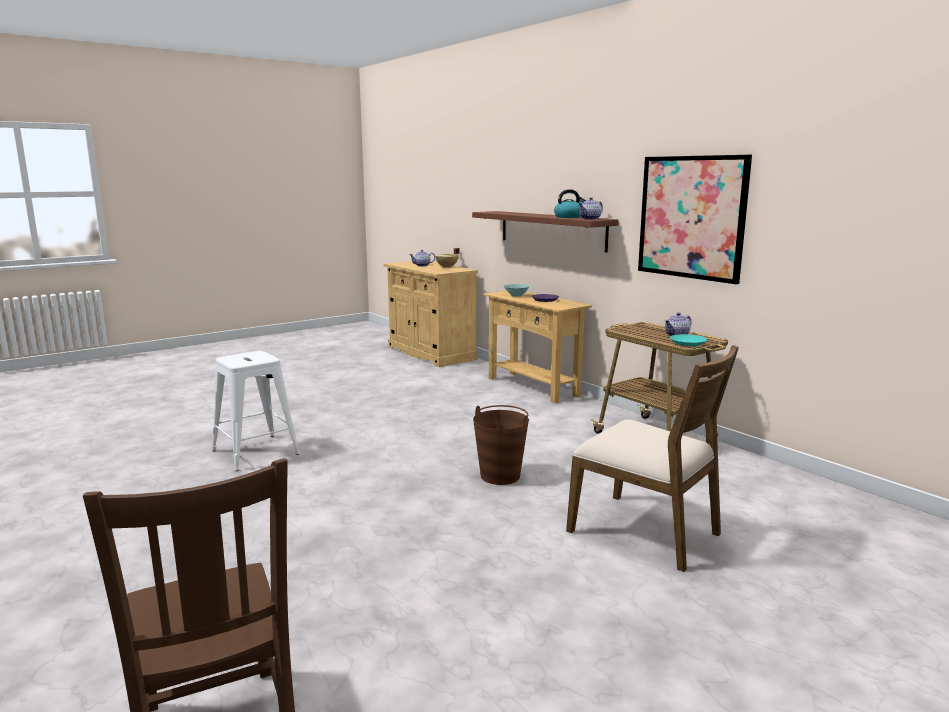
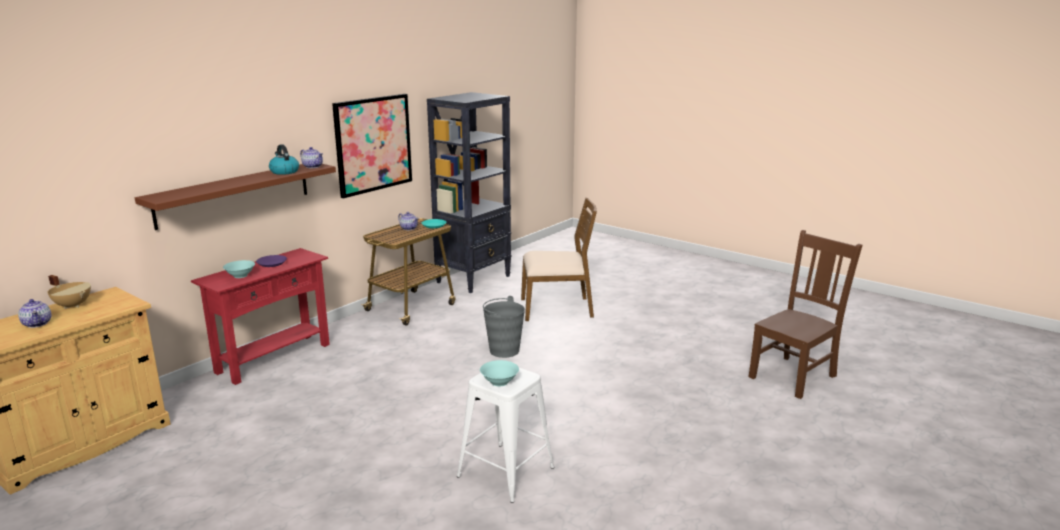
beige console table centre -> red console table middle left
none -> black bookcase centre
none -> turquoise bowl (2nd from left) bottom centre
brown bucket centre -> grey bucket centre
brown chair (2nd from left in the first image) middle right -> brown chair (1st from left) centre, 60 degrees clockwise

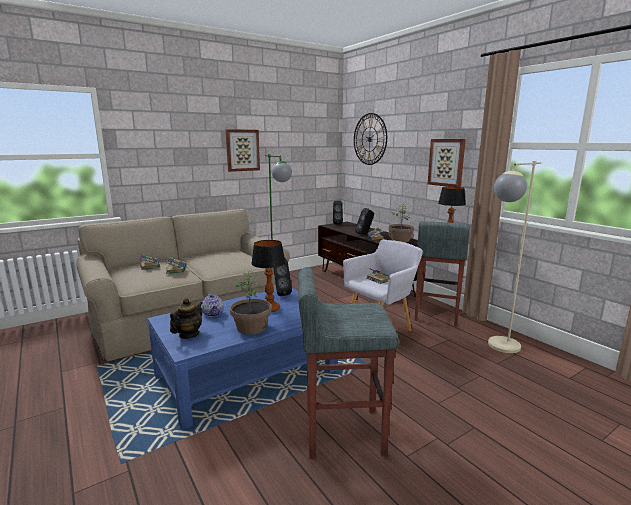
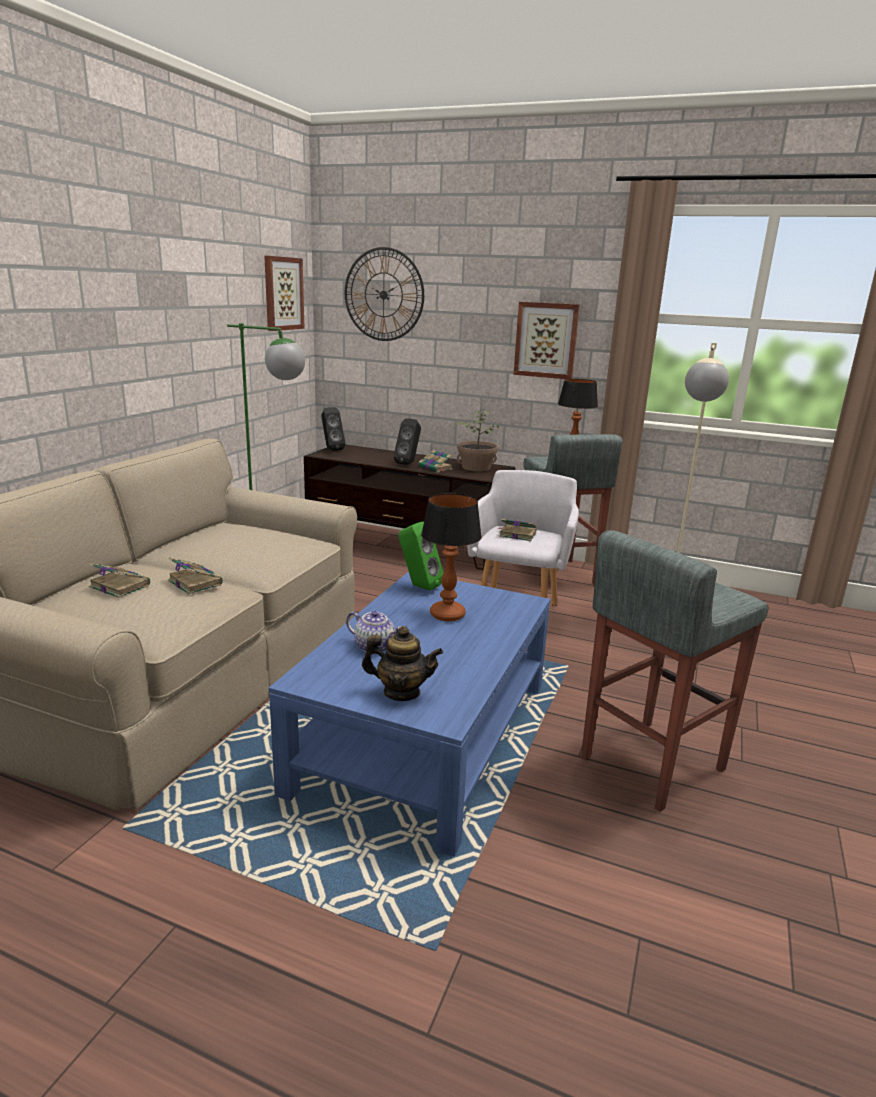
picture (1st from left) top centre -> picture (1st from left) top left, moved
teapot (1st from left in the first image) middle left -> teapot (2nd from left) centre, 105 degrees clockwise
black speaker (1st from left) centre -> green speaker centre
potted plant (1st from left) centre -> none

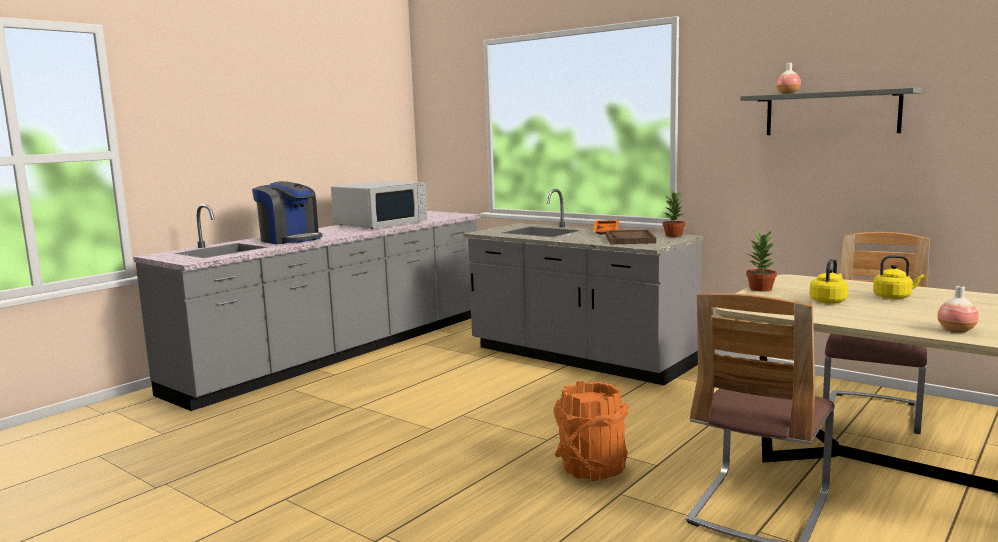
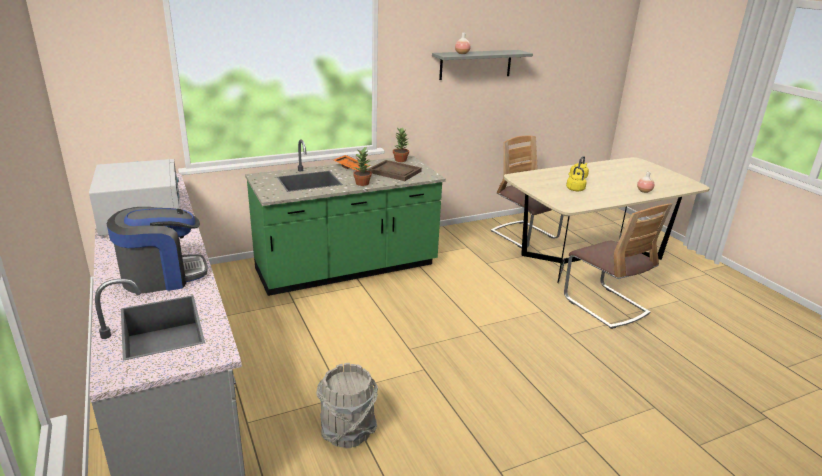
grey counter (2nd from left) centre -> green counter centre
none -> grey bucket bottom centre
potted plant (2nd from left in the first image) middle right -> potted plant (1st from left) centre, moved
orange bucket bottom centre -> none

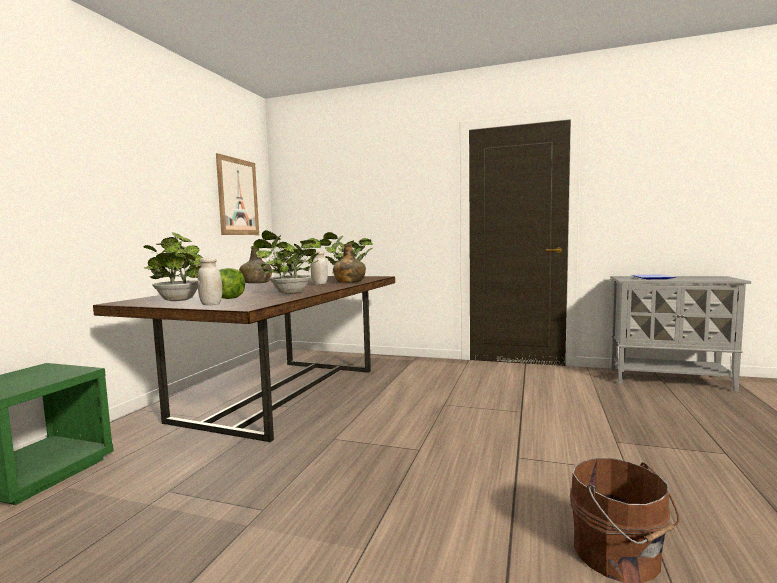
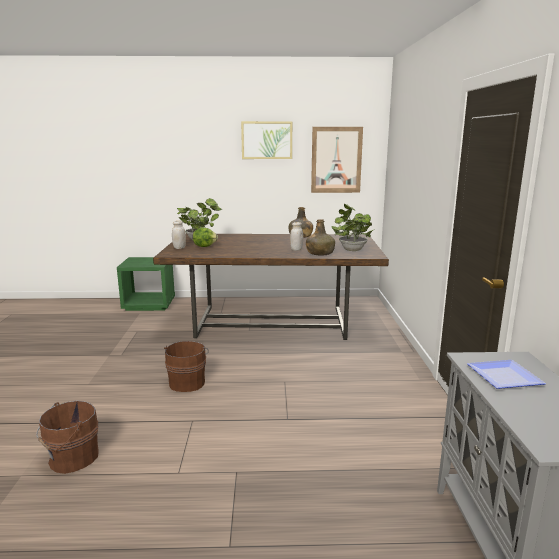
none -> brown bucket (2nd from left) middle left
none -> picture (1st from left) top centre
potted plant (2nd from left) centre -> none

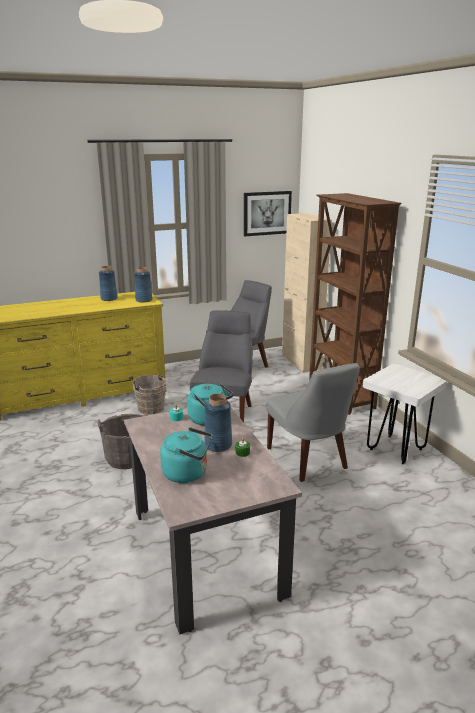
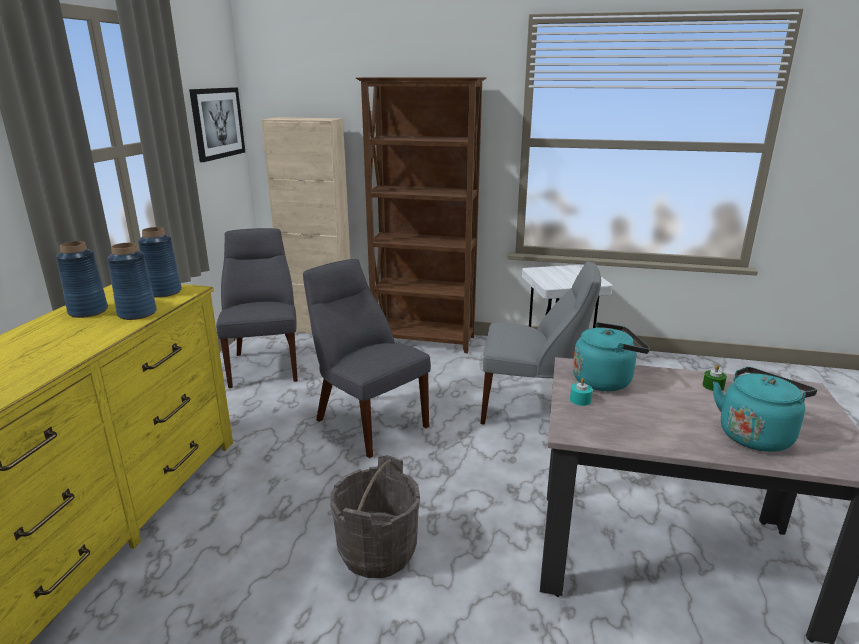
blue vase (3rd from left in the first image) centre -> blue vase (2nd from left) middle left, moved
brown bucket middle left -> none

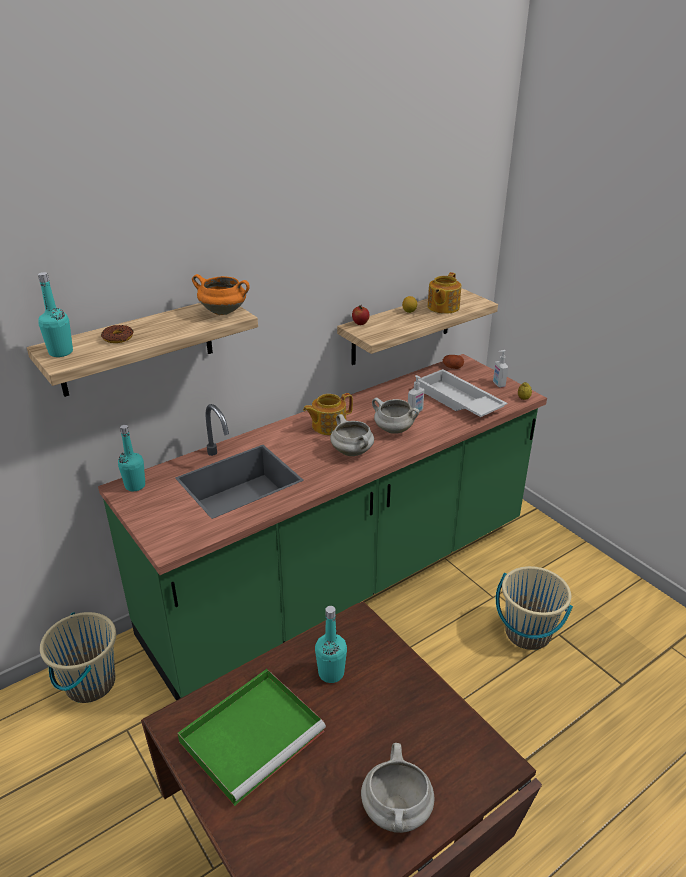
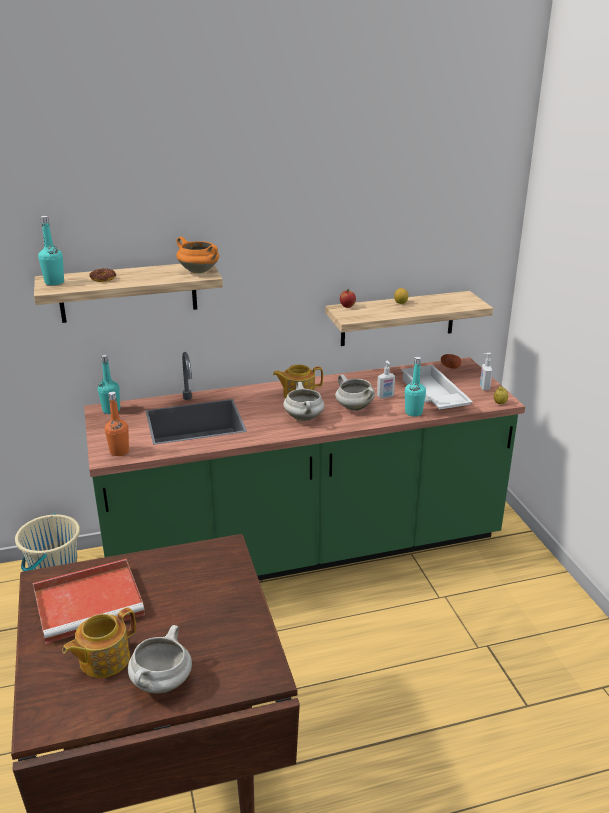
green tray bottom centre -> red tray bottom left
teapot (2nd from left in the first image) centre -> teapot (1st from left) bottom left, moved
none -> orange bottle middle left
turquoise bottle (3rd from left) bottom centre -> turquoise bottle (3rd from left) middle right, moved
beige bucket (2nd from left) bottom right -> none

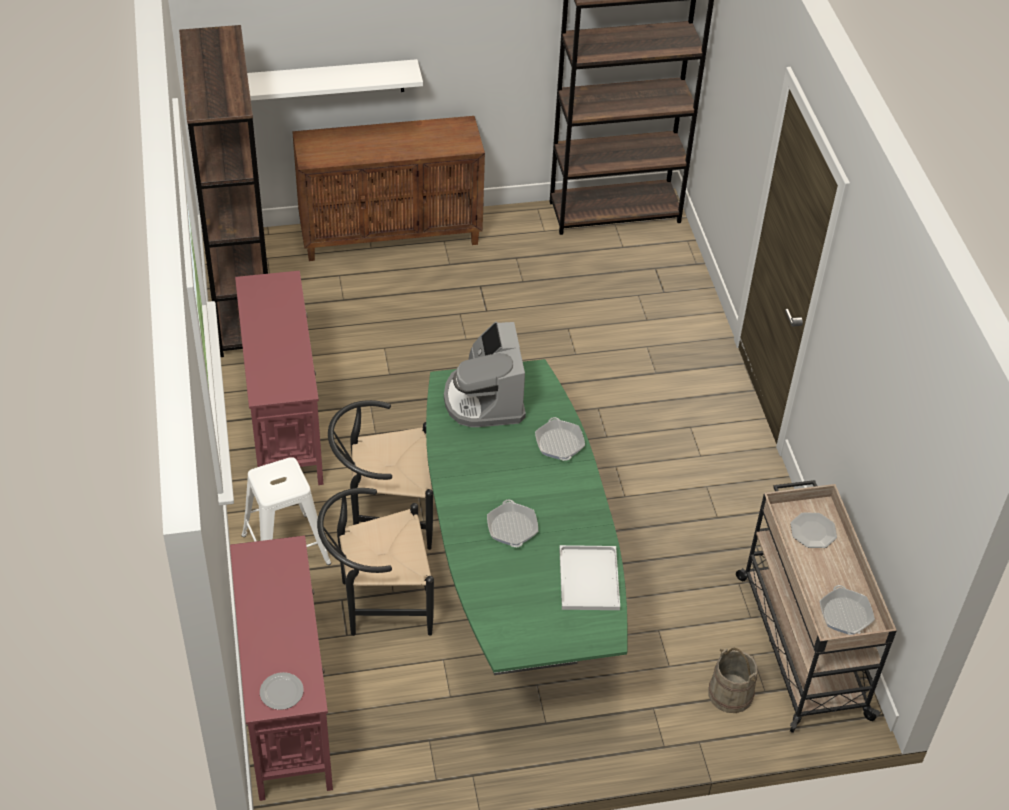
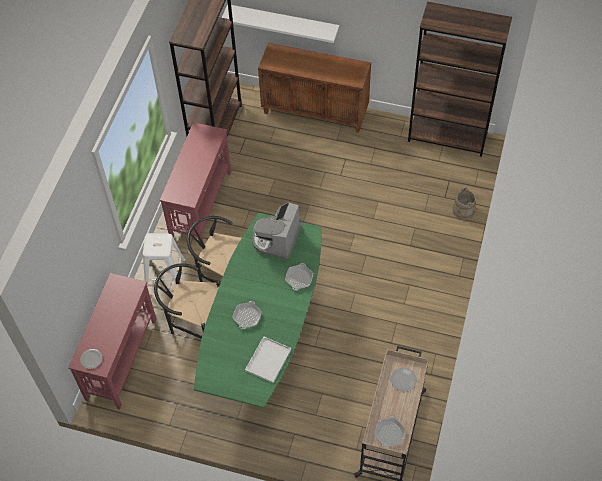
beige bucket bottom right -> beige bucket middle right, moved

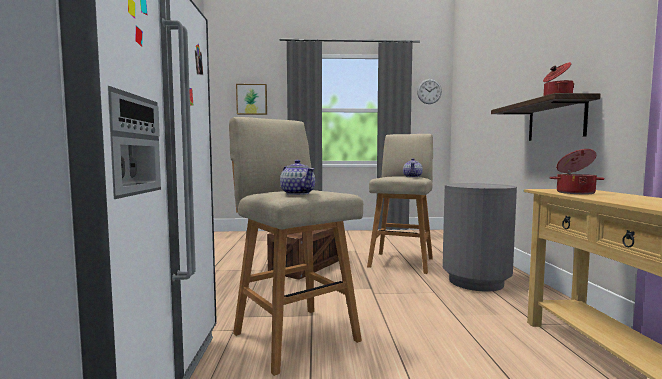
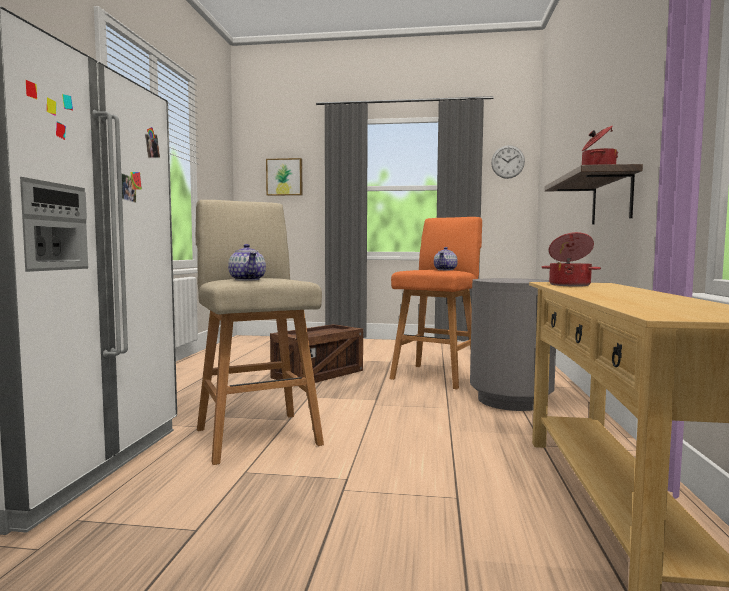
beige stool (2nd from left) centre -> orange stool centre

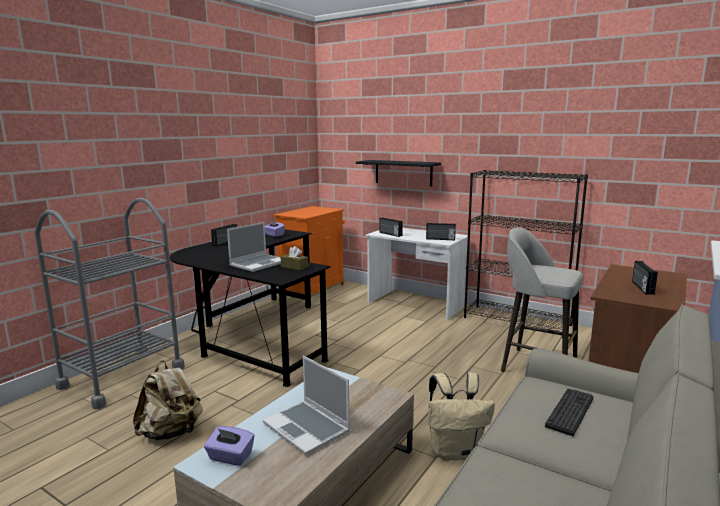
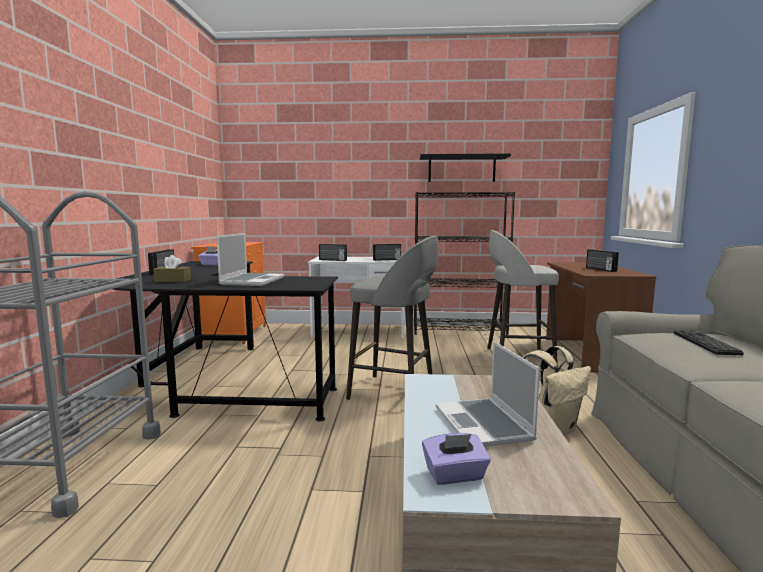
brown tissue box centre -> brown tissue box middle left, moved
none -> grey stool (1st from left) centre
black shelf centre -> black shelf top centre, moved
laptop (2nd from left) bottom centre, 60 degrees clockwise
beige backpack (1st from left) bottom left -> none

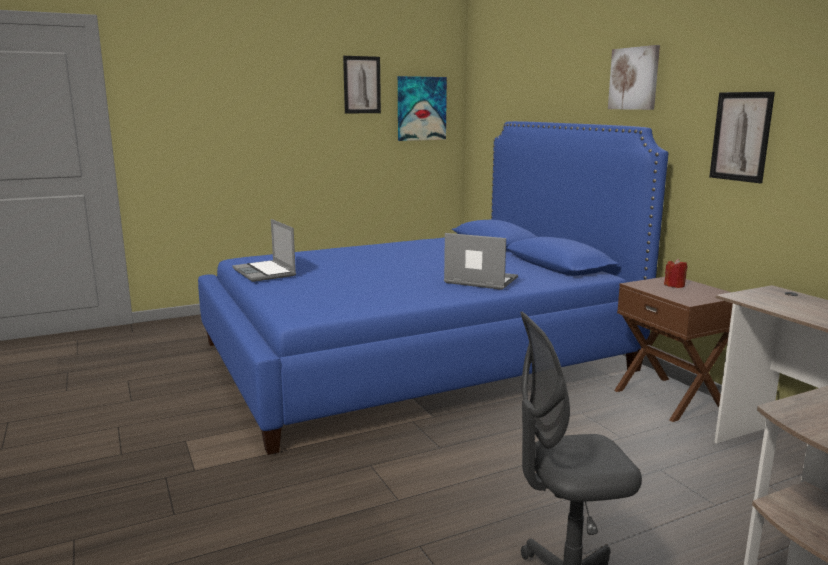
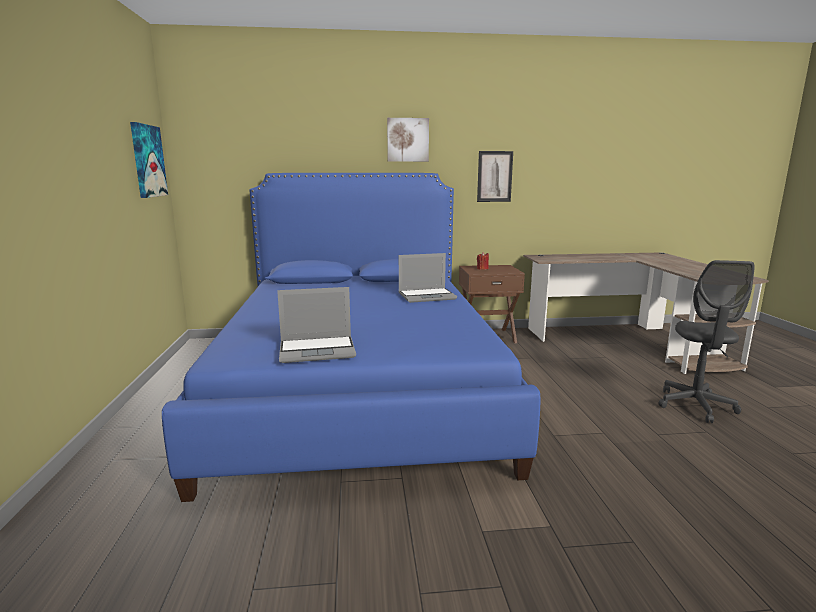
laptop (2nd from left) centre, 150 degrees counterclockwise
picture (1st from left) top centre -> none

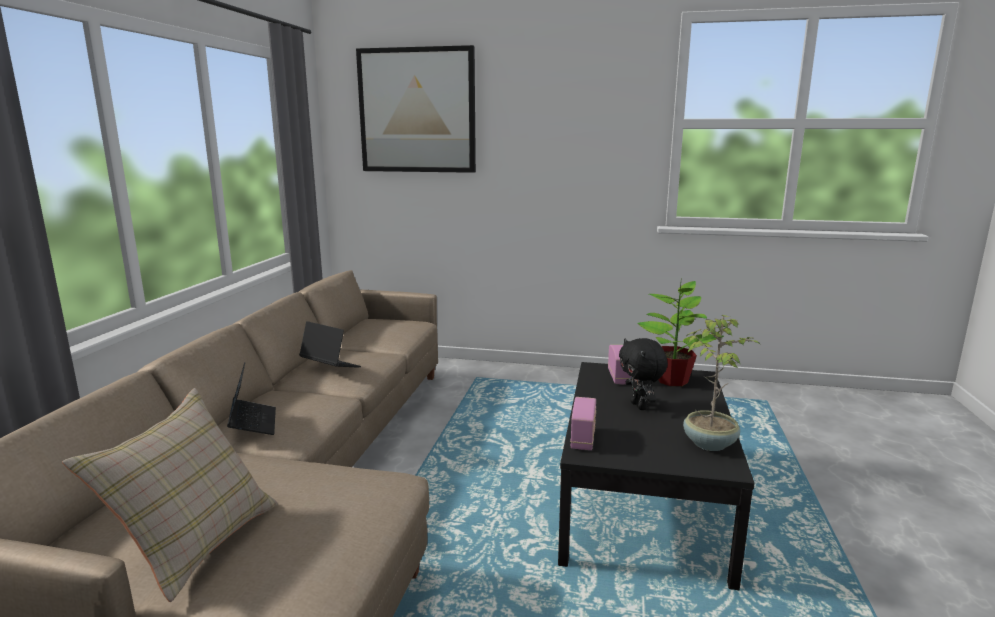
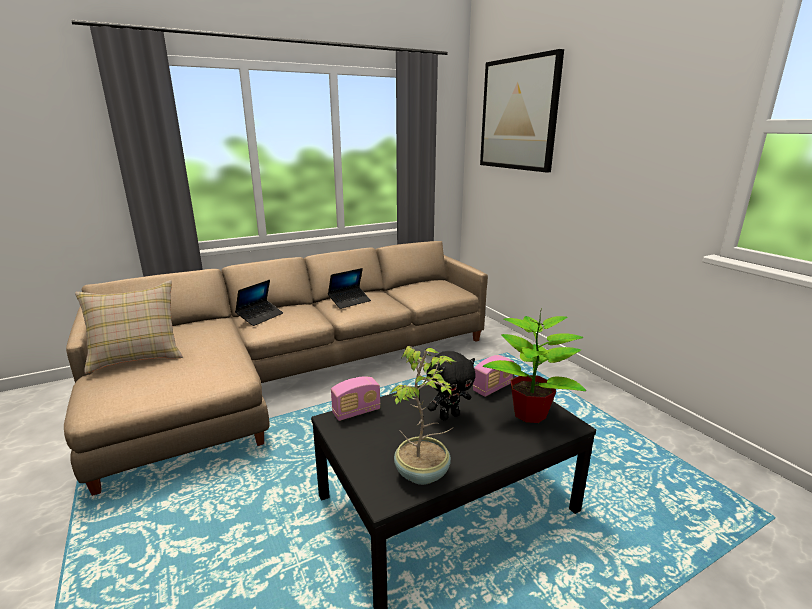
laptop (2nd from left) middle left -> laptop (2nd from left) centre, 60 degrees clockwise
black plush toy centre, 150 degrees counterclockwise

